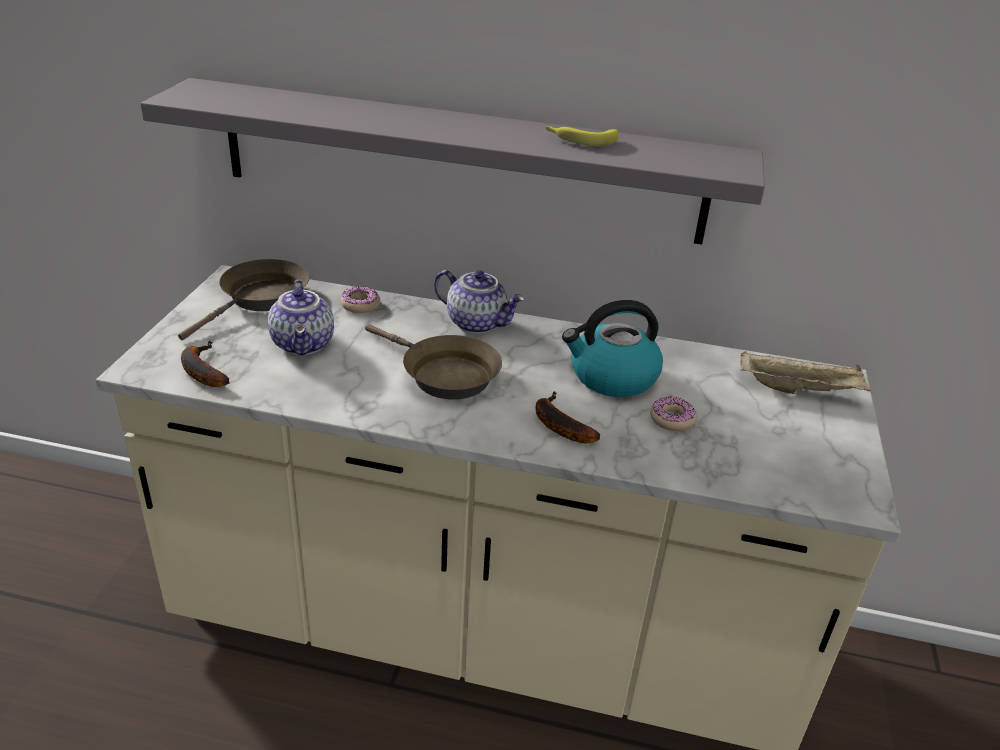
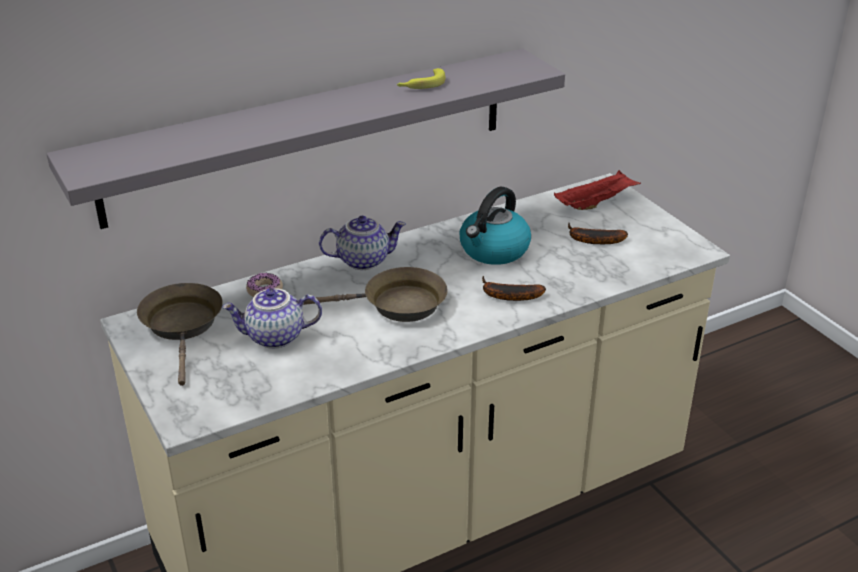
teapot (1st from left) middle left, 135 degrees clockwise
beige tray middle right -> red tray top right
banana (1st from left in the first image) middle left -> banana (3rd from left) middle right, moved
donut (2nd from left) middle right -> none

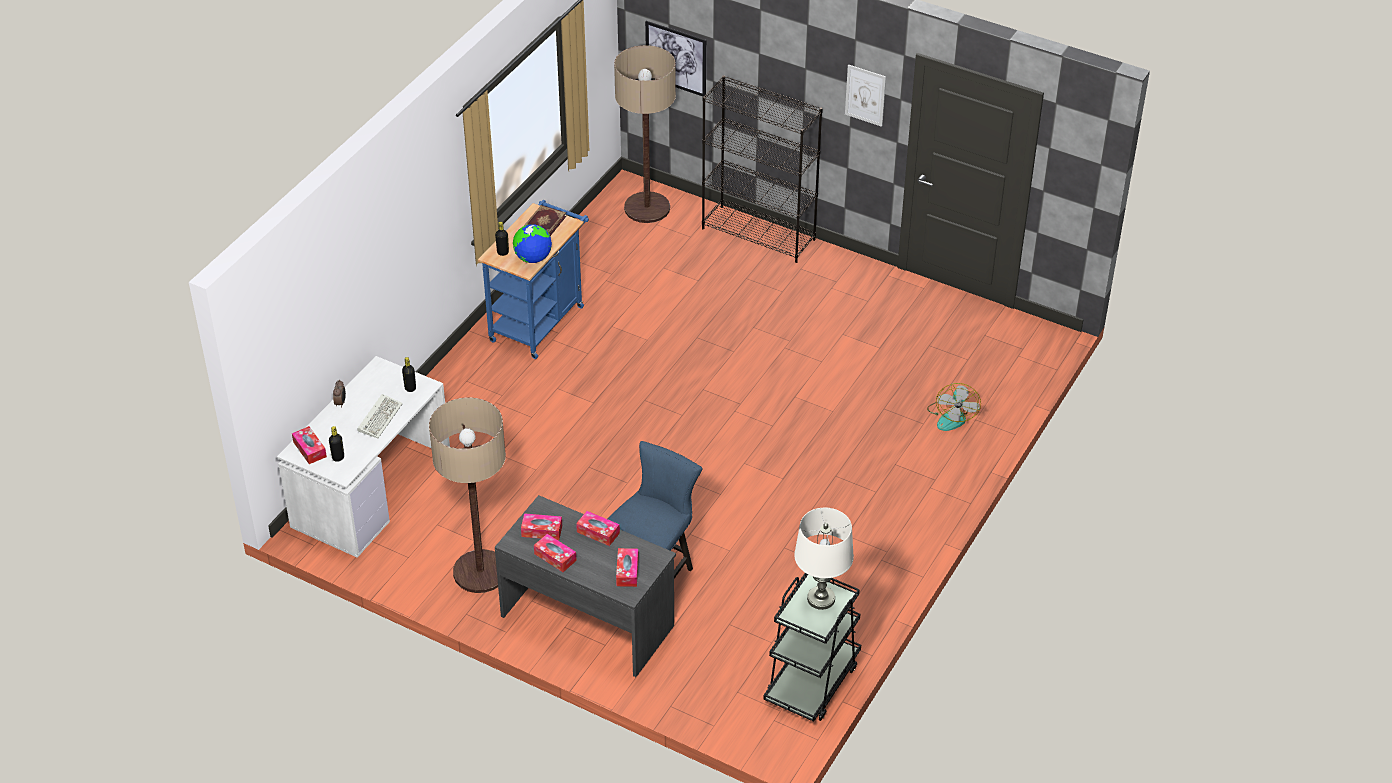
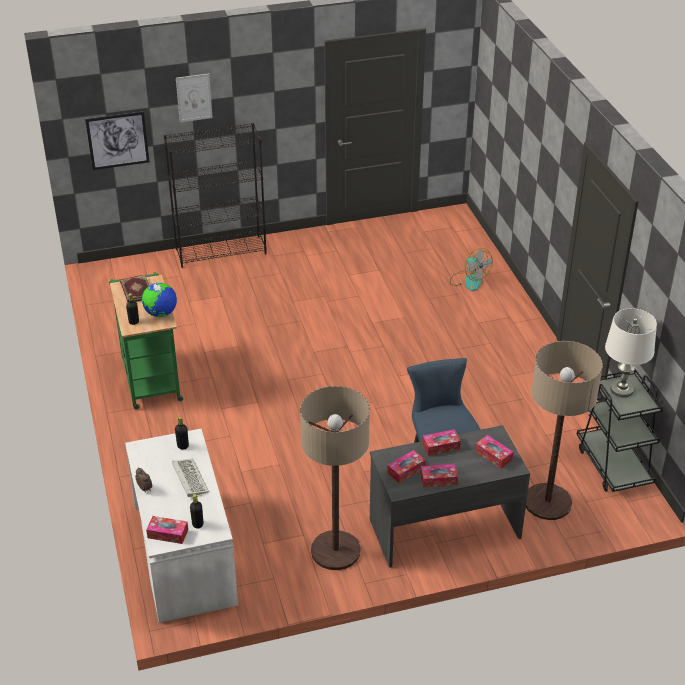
blue cart centre -> green cart middle left
picture (2nd from left) top centre -> picture (2nd from left) top left, moved
floor lamp (2nd from left) top centre -> floor lamp (2nd from left) middle right, moved

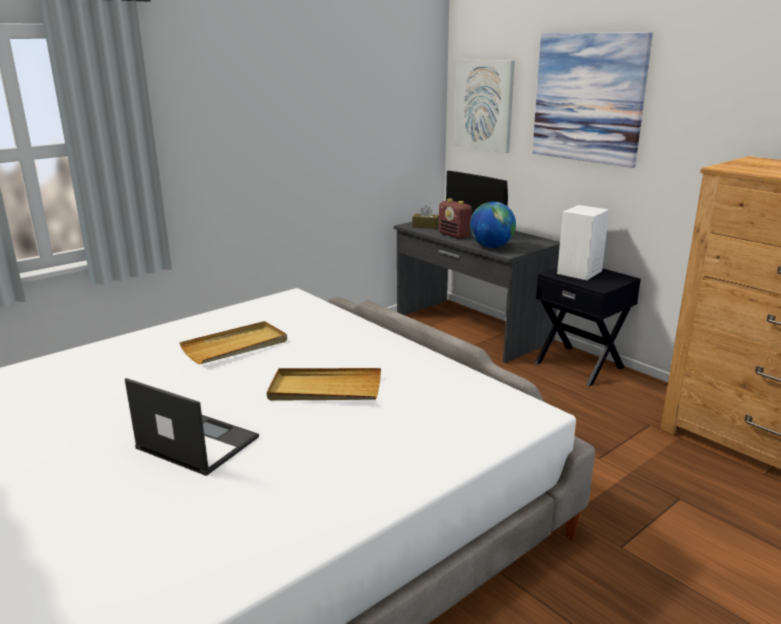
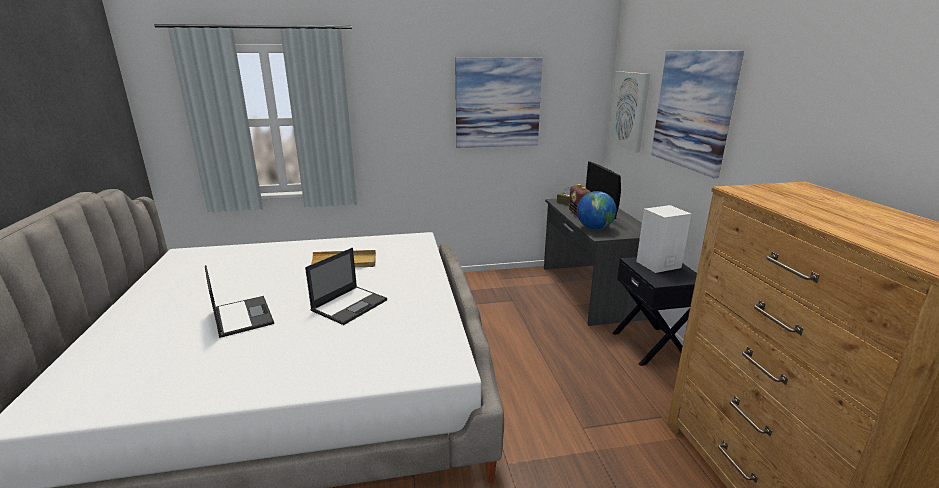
beige tray (2nd from left) centre -> laptop (2nd from left) centre
none -> picture (1st from left) top centre

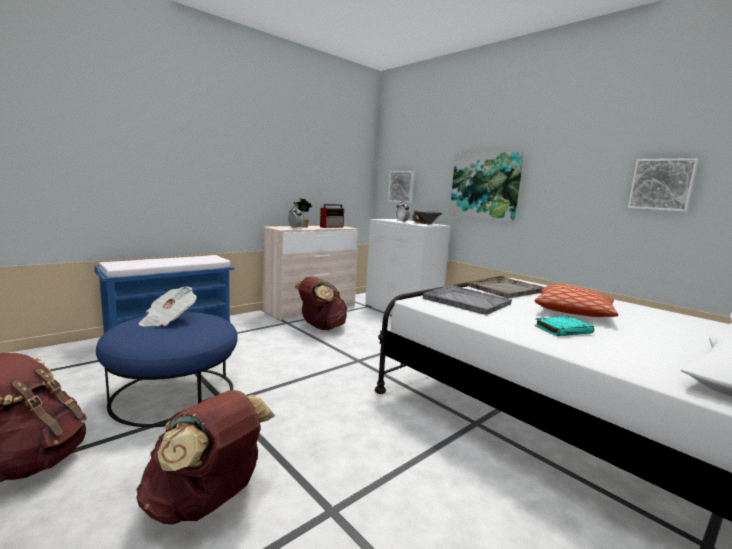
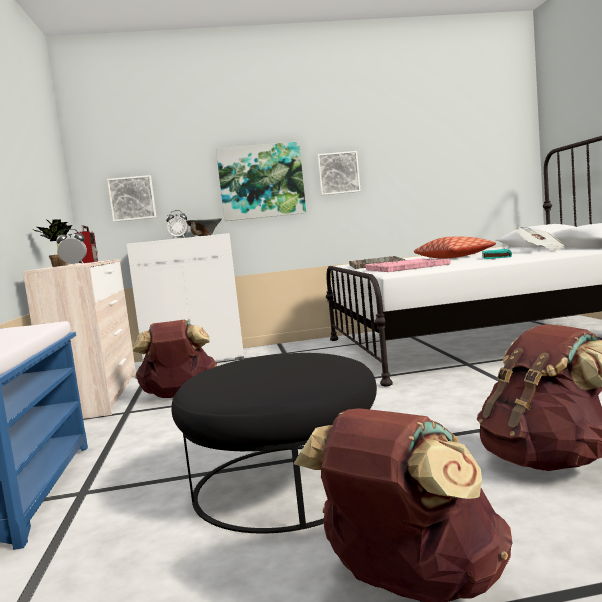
blue ottoman bottom left -> black ottoman bottom centre
picture (3rd from left) middle right -> picture (3rd from left) top centre, moved
grey tray (1st from left) centre -> pink tray middle right
newspaper middle left -> newspaper middle right, moved

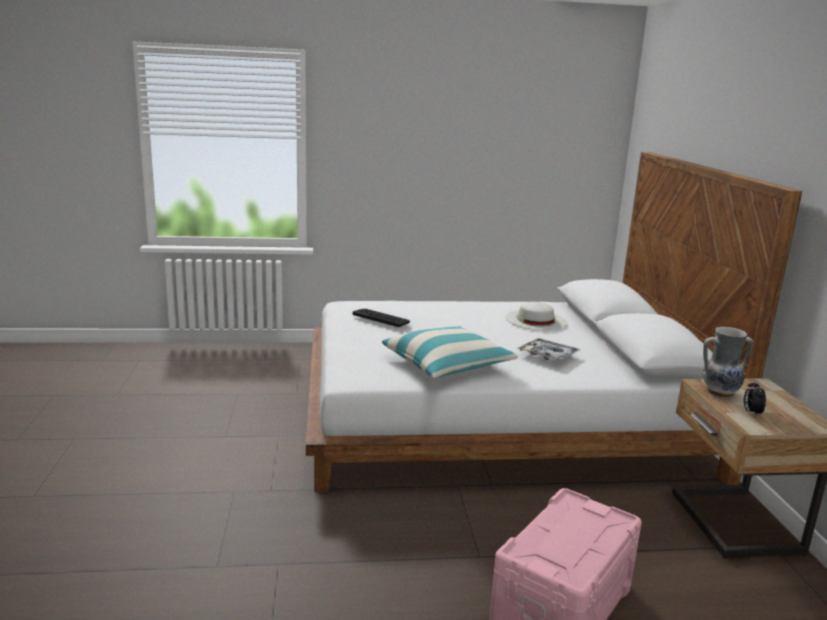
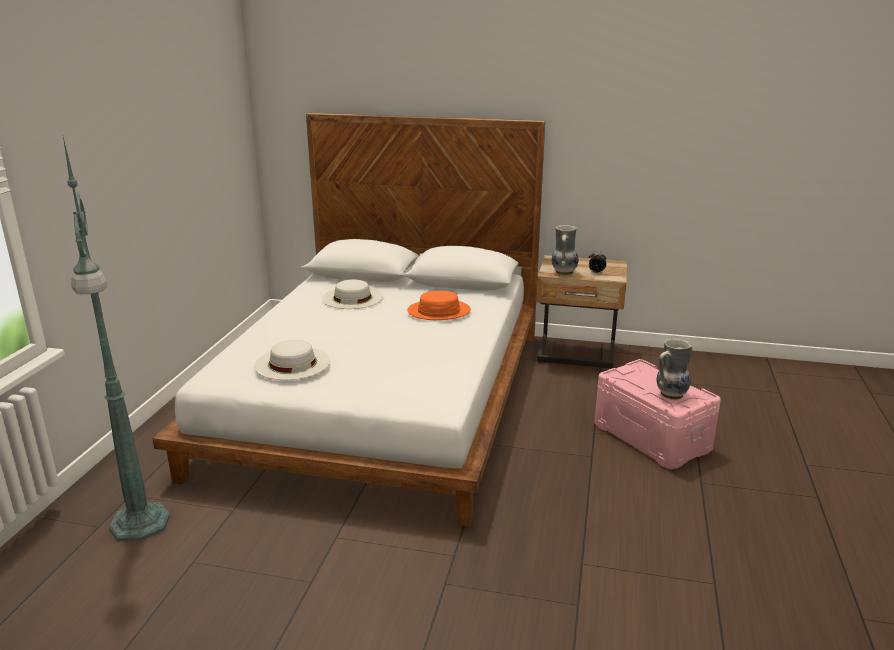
none -> green floor lamp middle left
keyboard centre -> white hat (1st from left) middle left
tray centre -> orange hat centre
none -> vase (2nd from left) middle right
pillow centre -> none

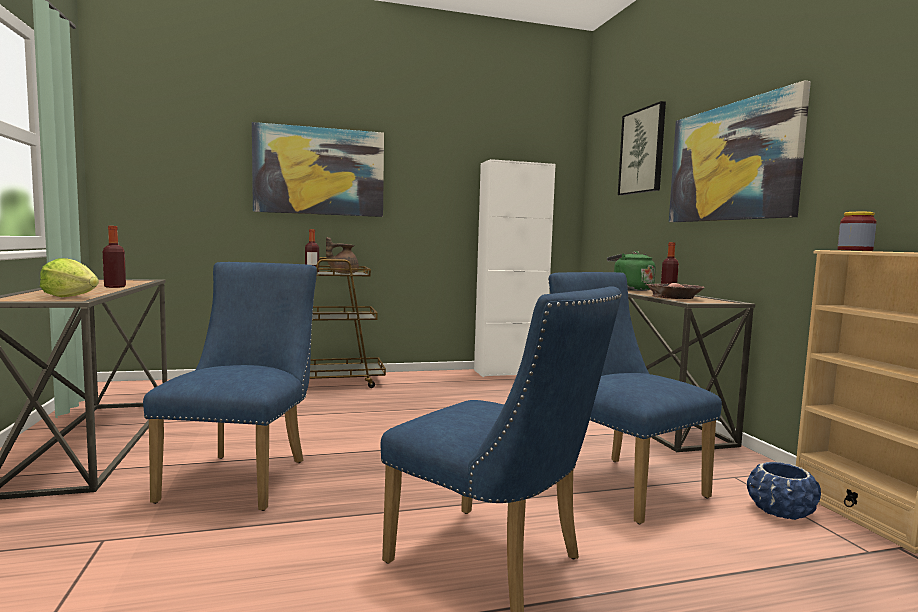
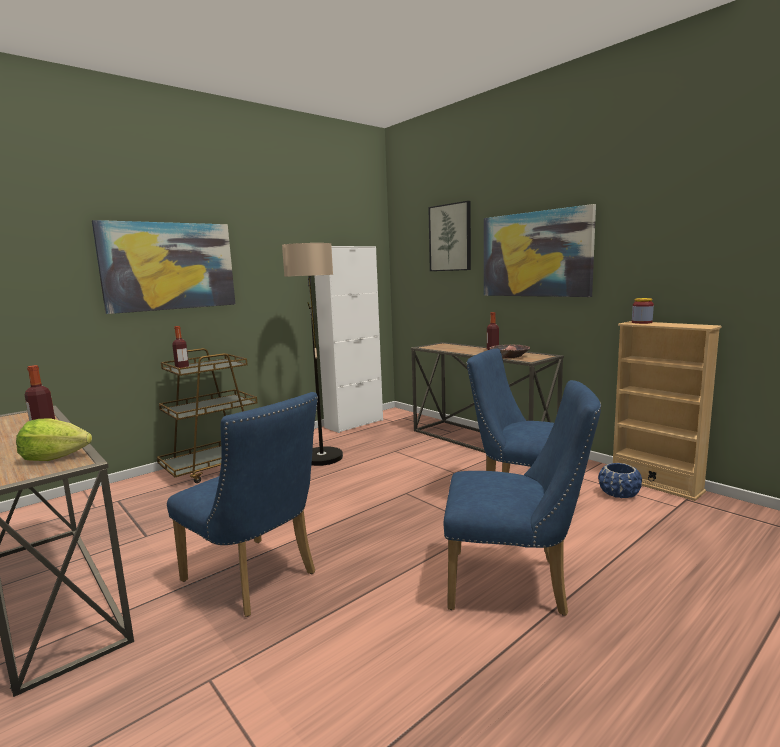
blue chair (1st from left) middle left -> blue chair (1st from left) bottom left, 150 degrees clockwise
none -> floor lamp centre
brown teapot centre -> none
green kettle middle right -> none

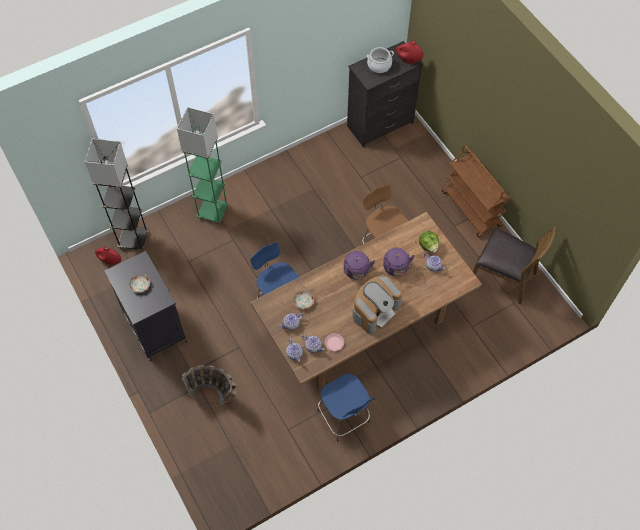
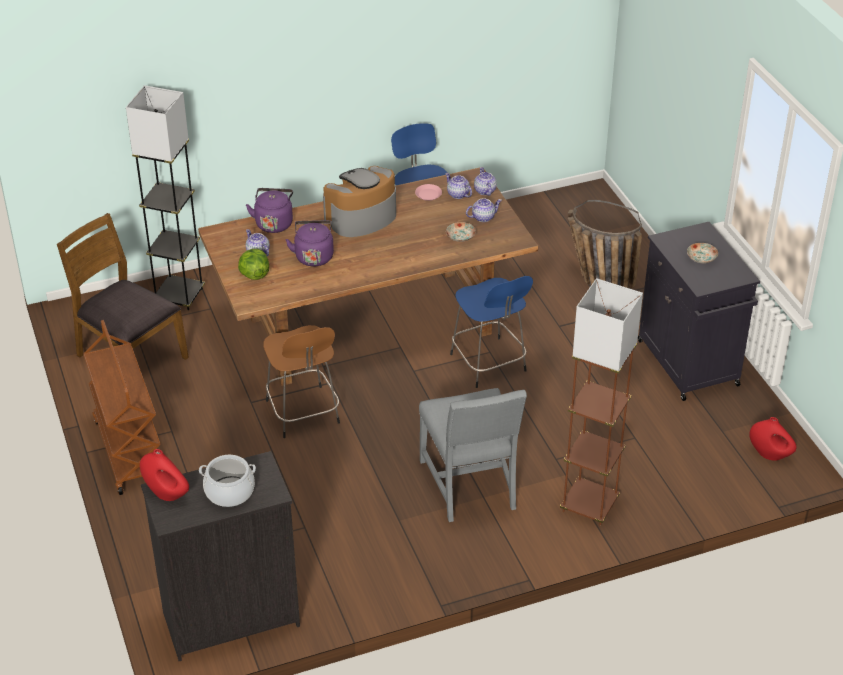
grey floor lamp middle left -> grey floor lamp top left, moved
purple kettle (1st from left) centre -> purple kettle (1st from left) top left, moved
none -> grey chair bottom centre
green floor lamp top left -> brown floor lamp middle right

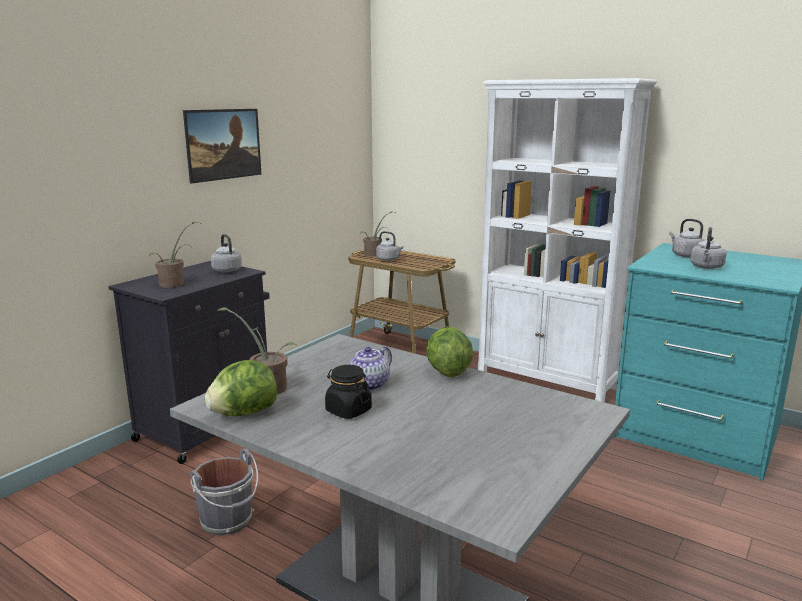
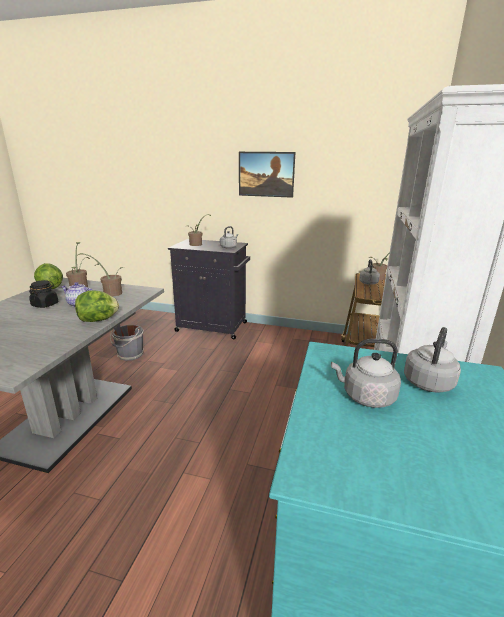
none -> potted plant (2nd from left) middle left

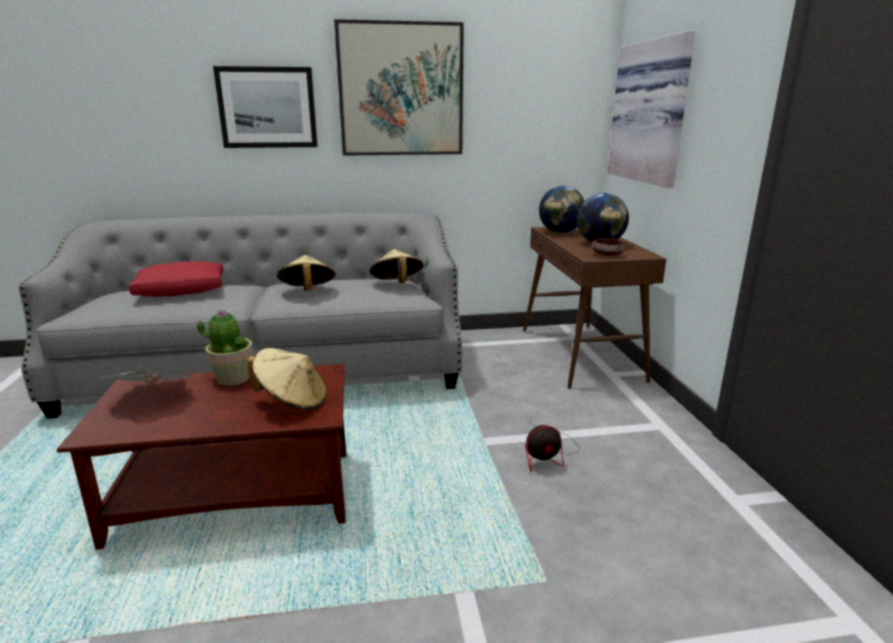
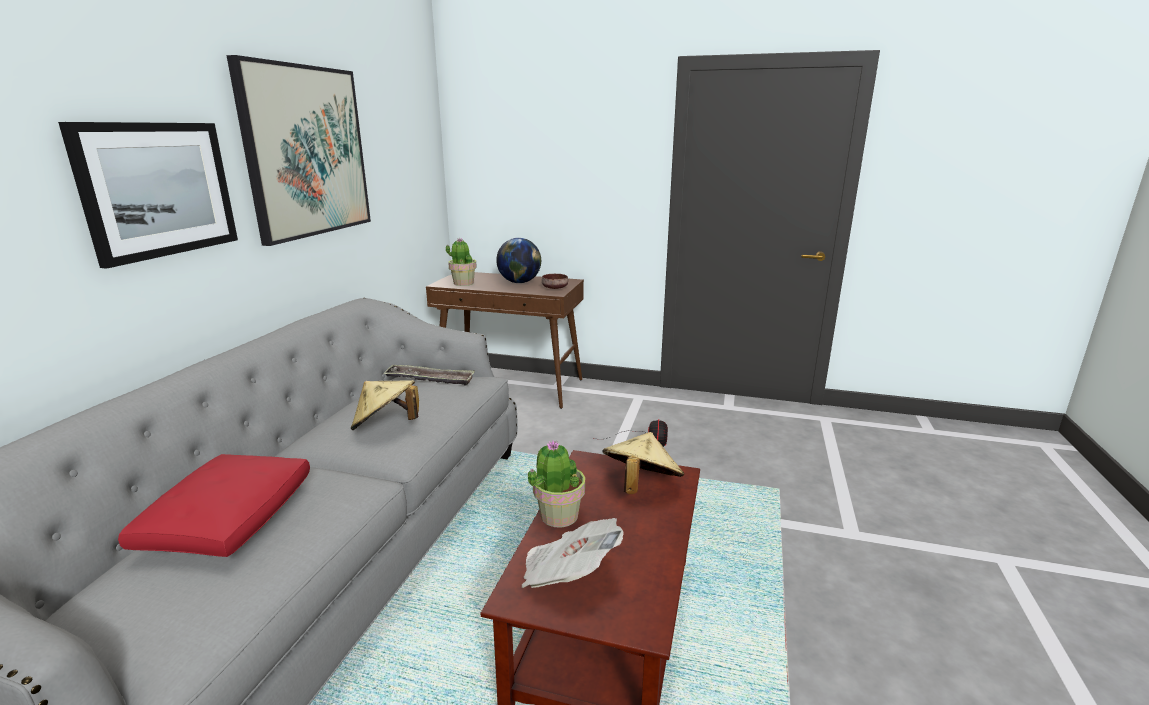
beige hat (3rd from left) centre -> tray centre
globe (1st from left) top centre -> potted plant (1st from left) centre
picture (3rd from left) top right -> none

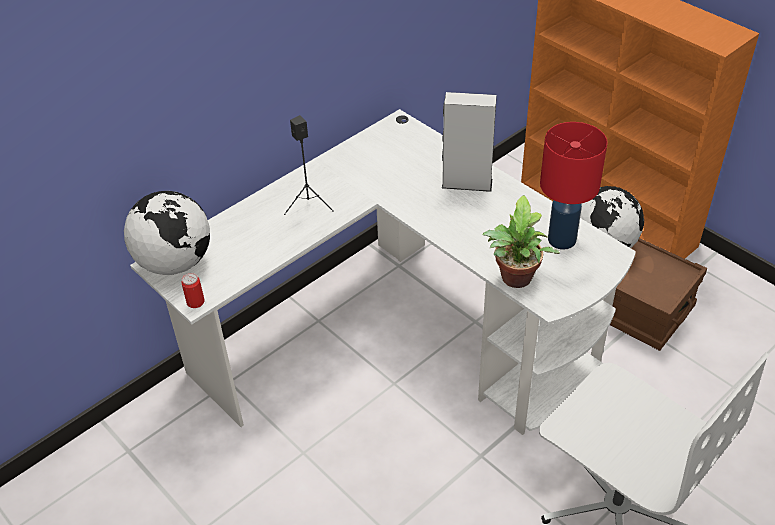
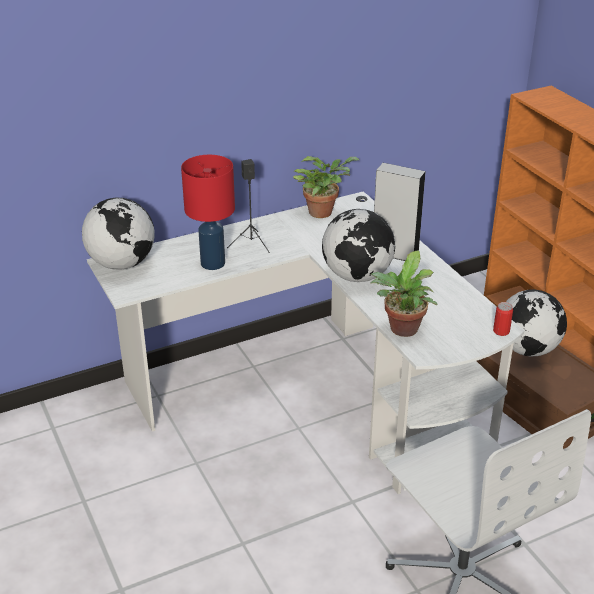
red table lamp middle right -> red table lamp centre, moved
none -> potted plant (1st from left) top centre
none -> globe (2nd from left) centre
can middle left -> can middle right, moved

